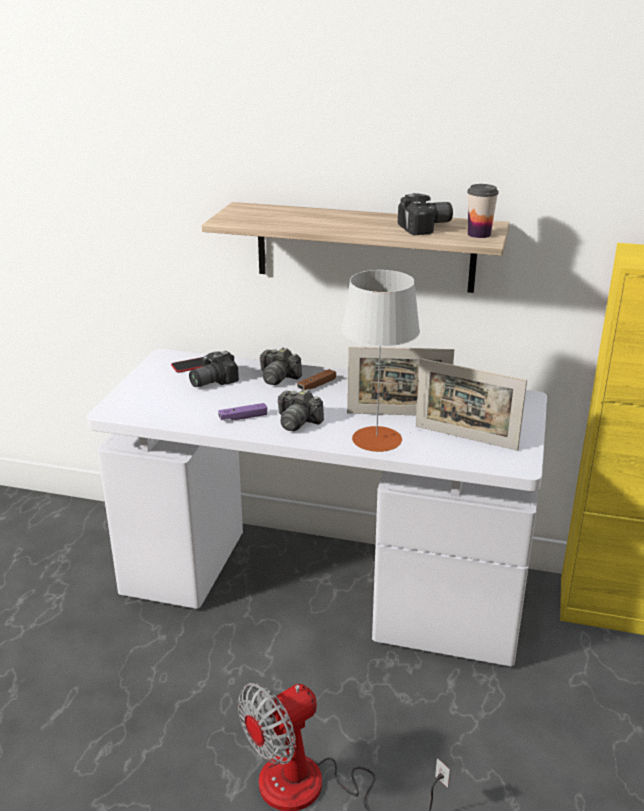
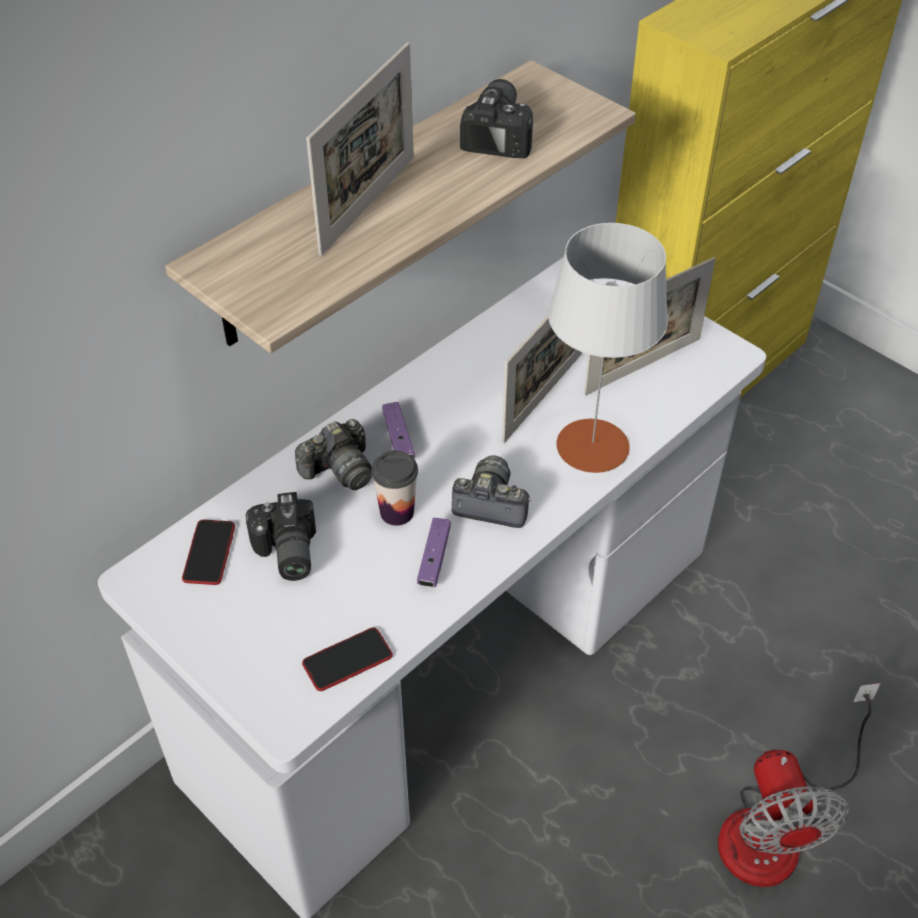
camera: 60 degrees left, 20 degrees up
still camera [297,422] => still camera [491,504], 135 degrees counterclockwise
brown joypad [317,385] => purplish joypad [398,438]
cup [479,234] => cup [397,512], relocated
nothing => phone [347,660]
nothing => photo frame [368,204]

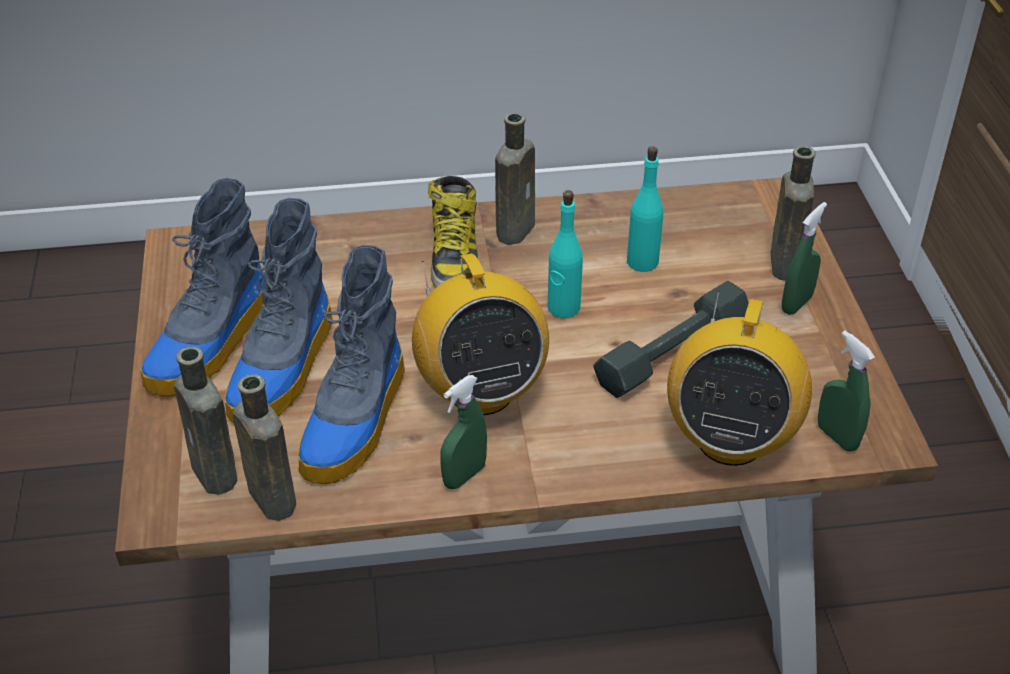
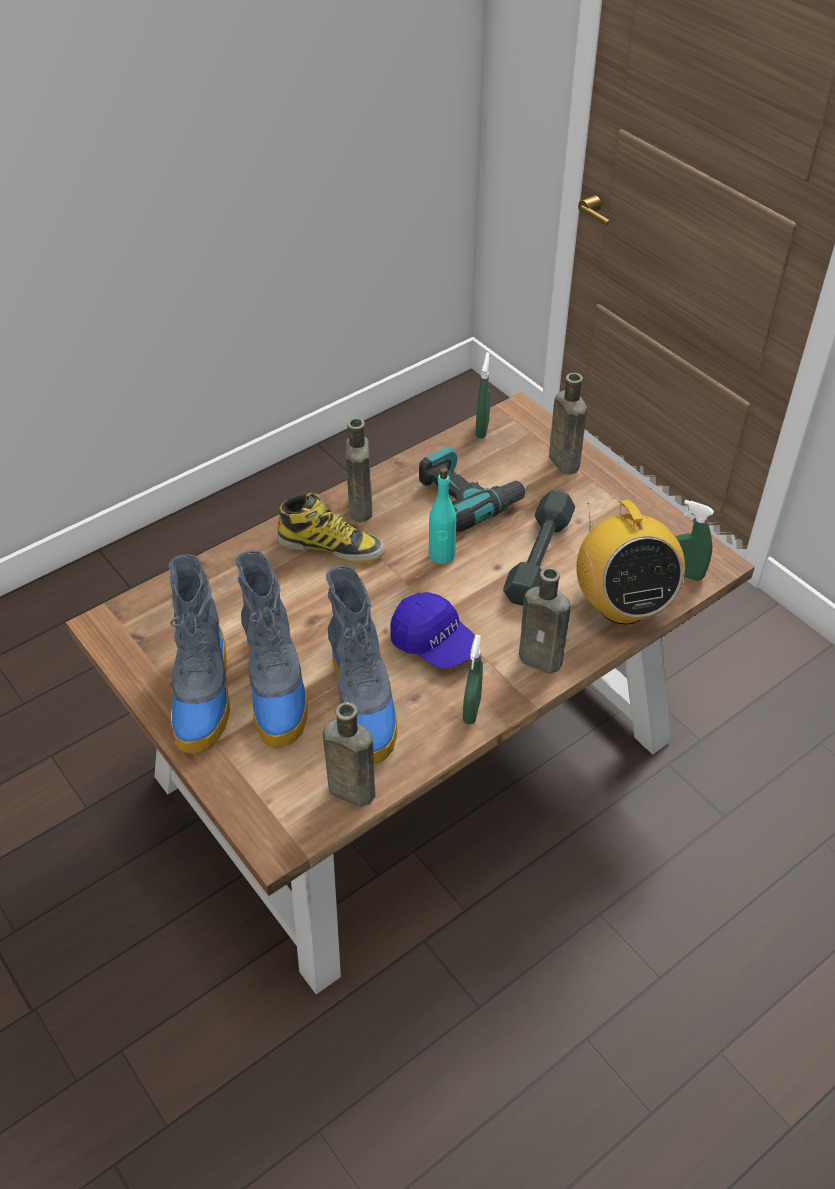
camera: 30 degrees left, 5 degrees up
brown beverage bottle [216,476] => brown beverage bottle [543,660], relocated
radio [480,392] => bluish peaked cap [434,643]
high-top boot [454,255] => high-top boot [331,546], 45 degrees counterclockwise
turquoise-coloured beverage bottle [642,261] => power drill [469,497]
green-coloured sprayer [796,303] => green-coloured sprayer [482,429], relocated

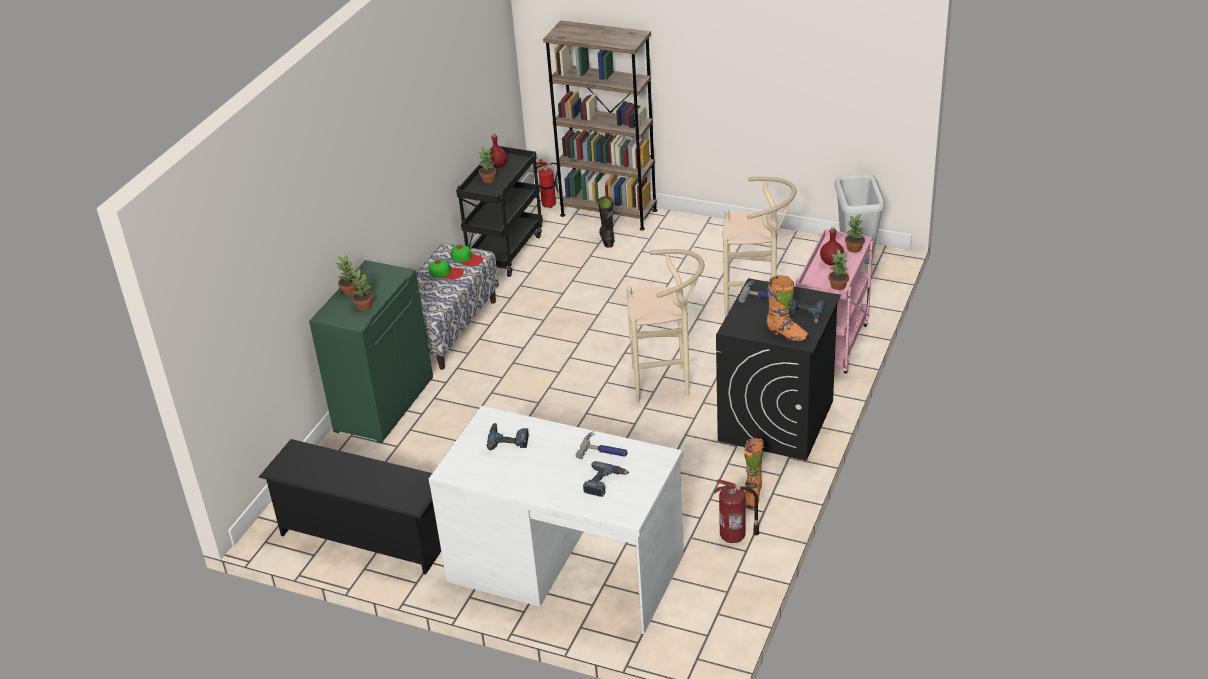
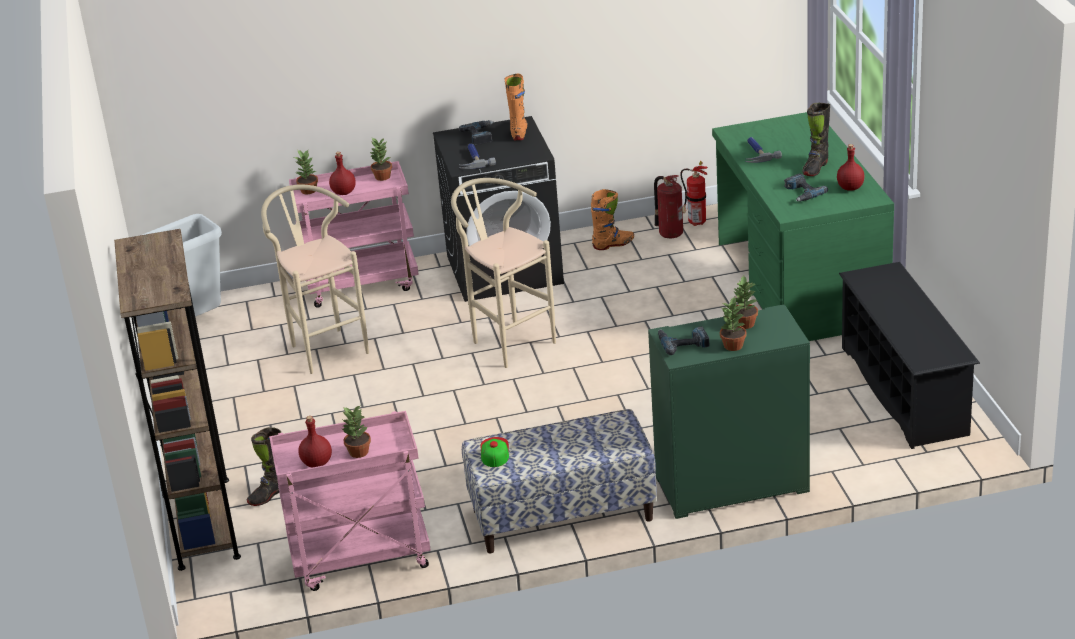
camera: 125 degrees left, 5 degrees down
peaked cap [446,272] => nothing
white-coloured desk [565,567] => green-coloured desk [799,284]
black wheeled cart [505,251] => pinkish wheeled cart [360,560]
fire-fighting cylinder [550,205] => fire-fighting cylinder [695,222], relocated
power drill [604,482] => power drill [682,343], relocated
nothing => black high-top boot [815,168]
nothing => reddish beverage bottle [849,187]

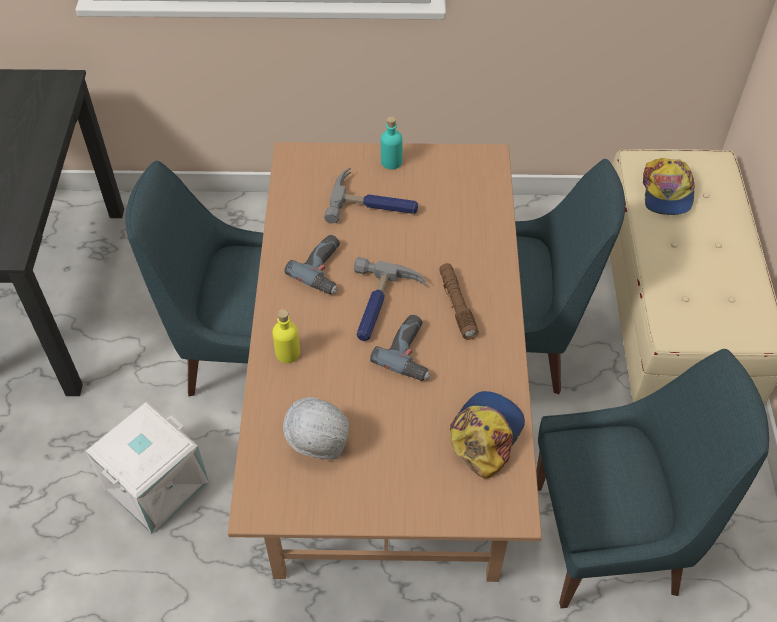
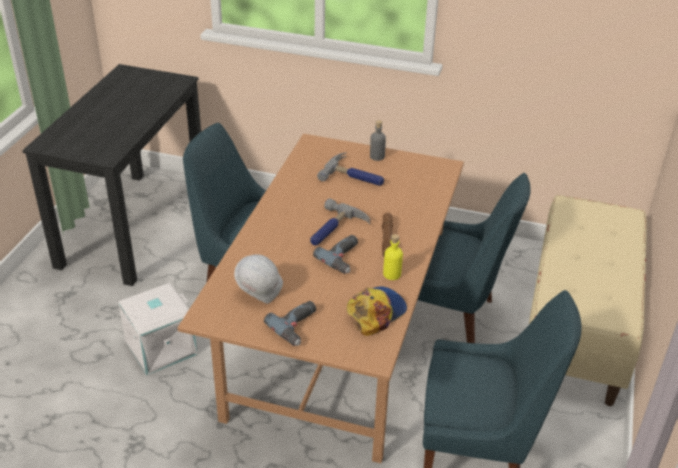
camera: 15 degrees right, 15 degrees down
yellow-coloured beverage bottle [288,353] => yellow-coloured beverage bottle [392,274], relocated
power drill [325,269] => power drill [298,327], relocated
turquoise-coloured beverage bottle [391,162] => gray beverage bottle [377,156]
peaked cap [666,192] => nothing

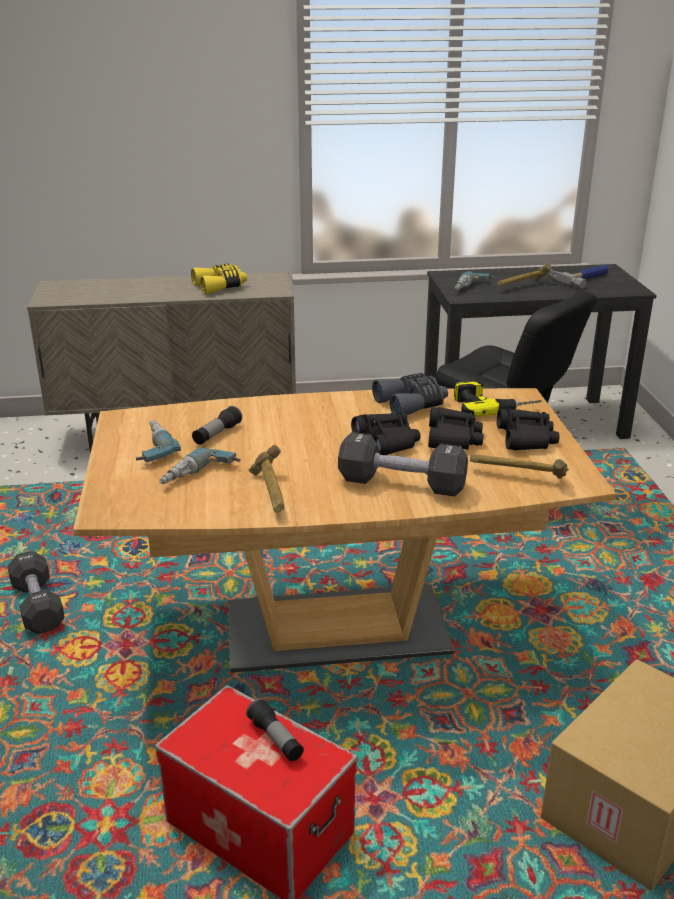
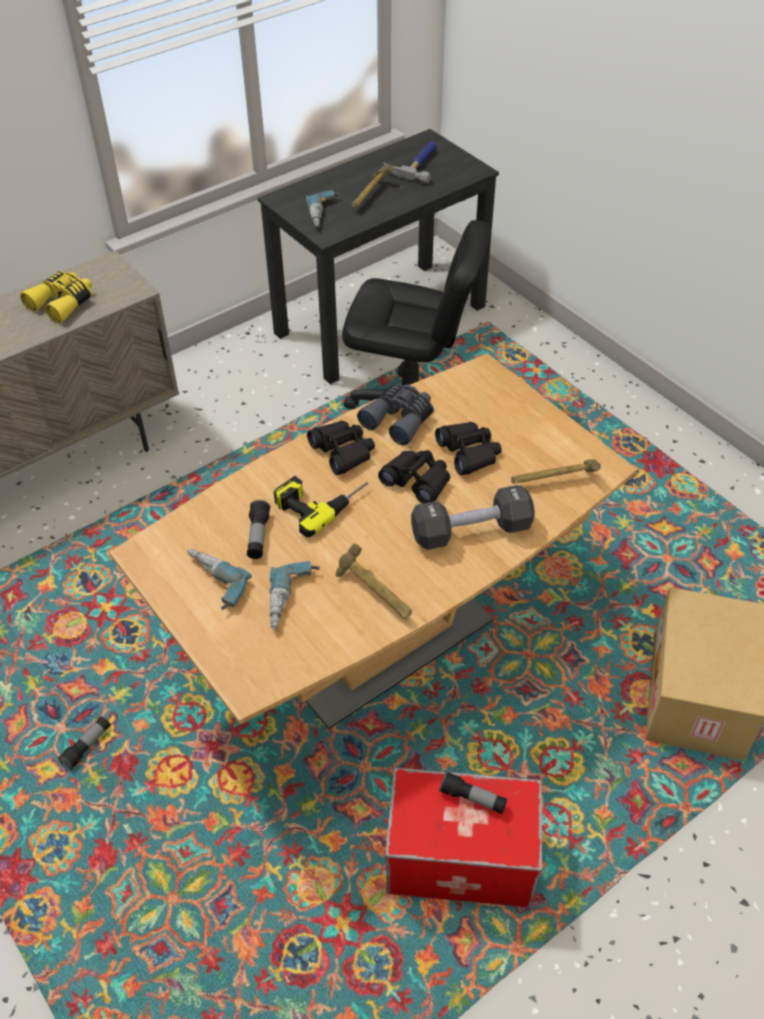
camera: 30 degrees left, 20 degrees up
black dumbbell [38,606] => flashlight [87,746]
power drill [493,404] => power drill [320,500], relocated
black pair of binoculars [526,438] => black pair of binoculars [343,452], relocated

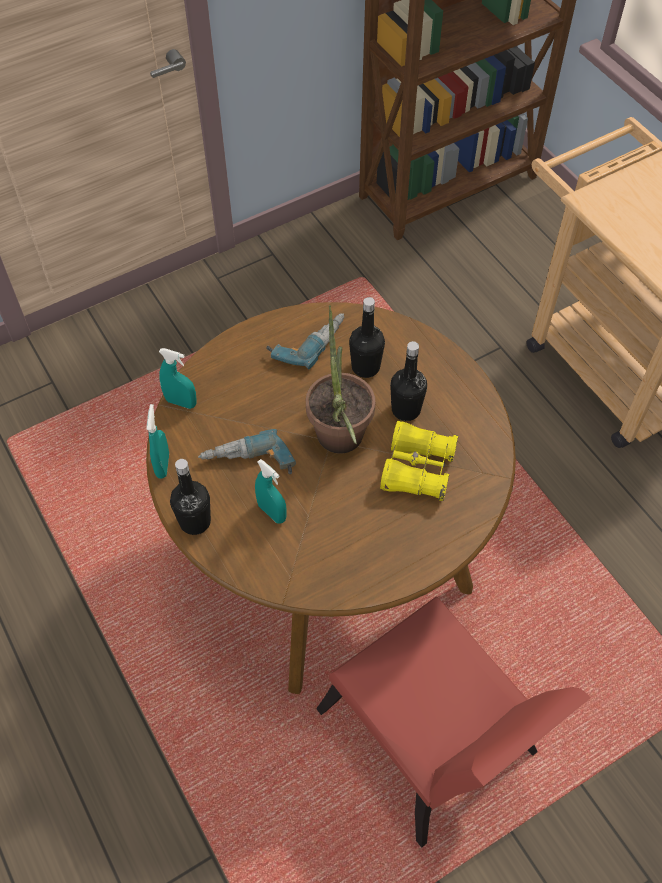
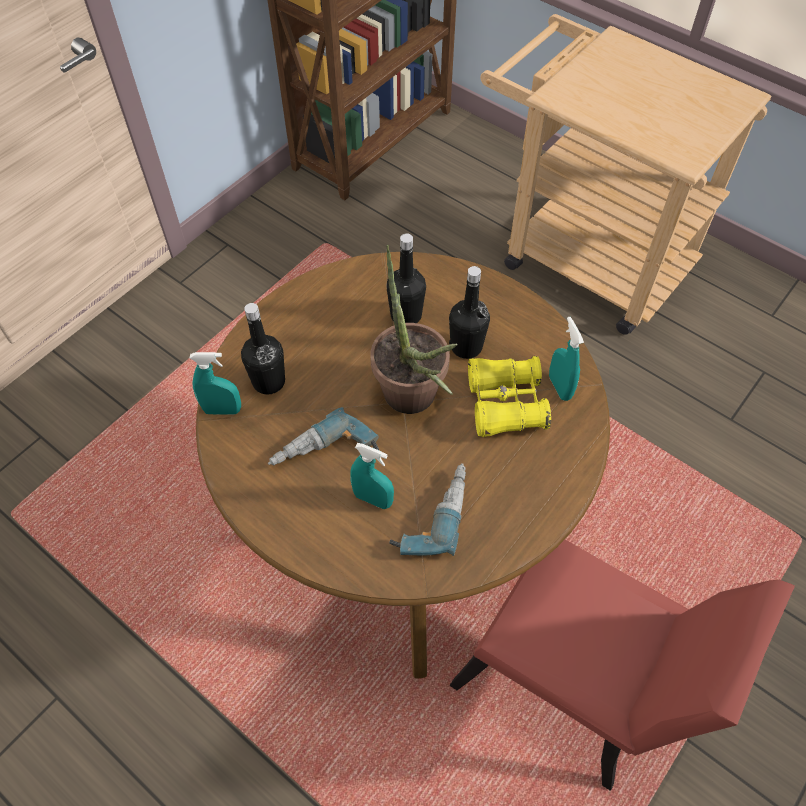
camera: 20 degrees left, 0 degrees up
turquoise-coloured sprayer [162,465] => turquoise-coloured sprayer [559,387], relocated
black beverage bottle [195,521] => black beverage bottle [269,381], relocated
power drill [307,341] => power drill [431,513], relocated

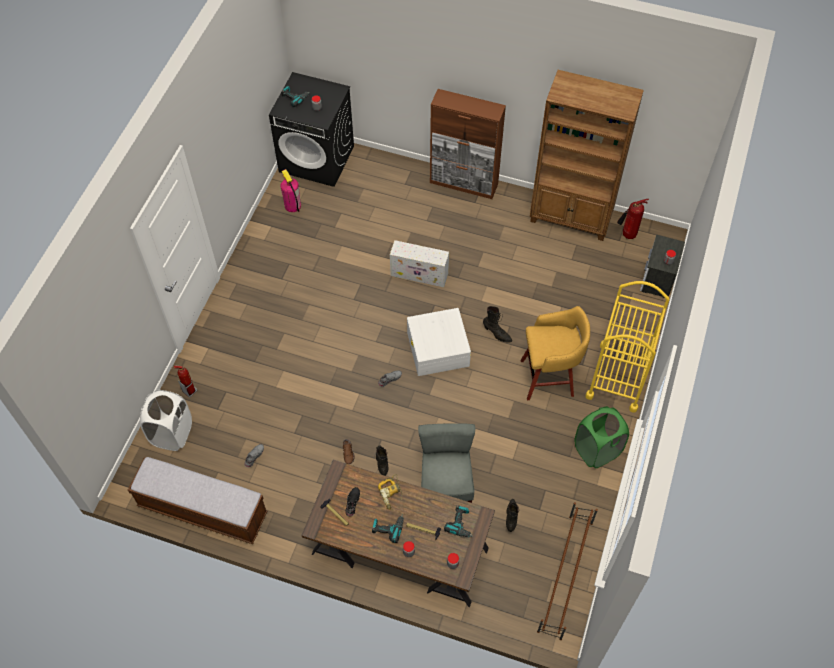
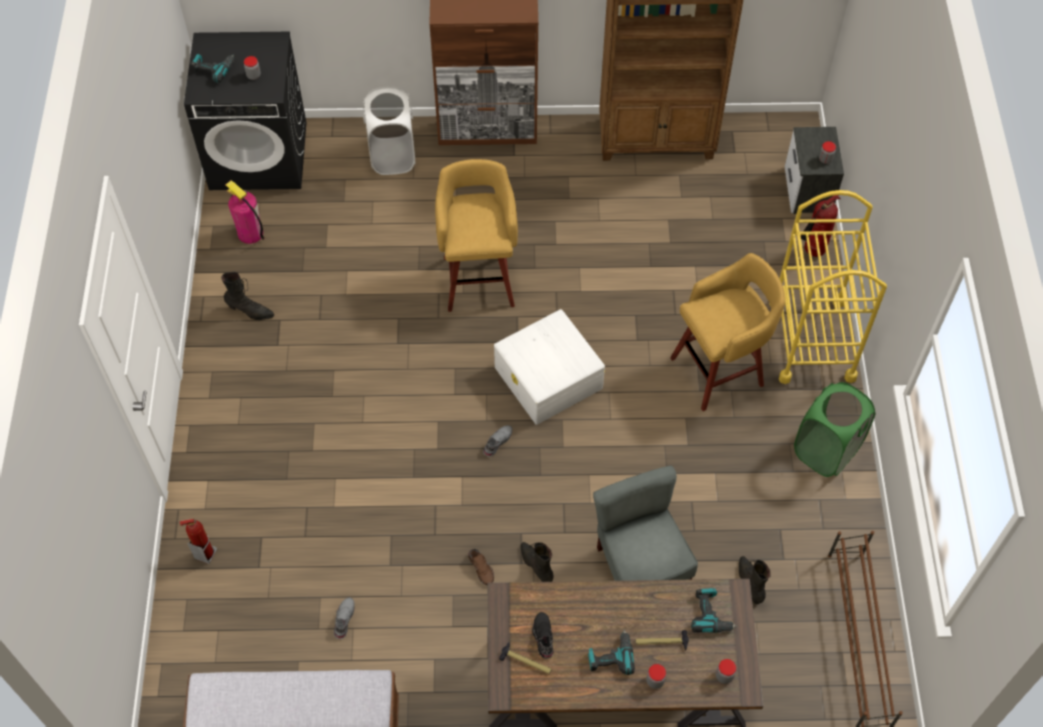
camera: 20 degrees left, 0 degrees up
white-coloured laundry basket [172,433] => white-coloured laundry basket [392,156], relocated
power drill [391,493] => nothing
white-coloured storage container [420,274] => yellow-coloured sitting stool [479,279]
black high-top boot [497,334] => black high-top boot [250,312], relocated
fire-fighting cylinder [627,235] => fire-fighting cylinder [812,252], relocated

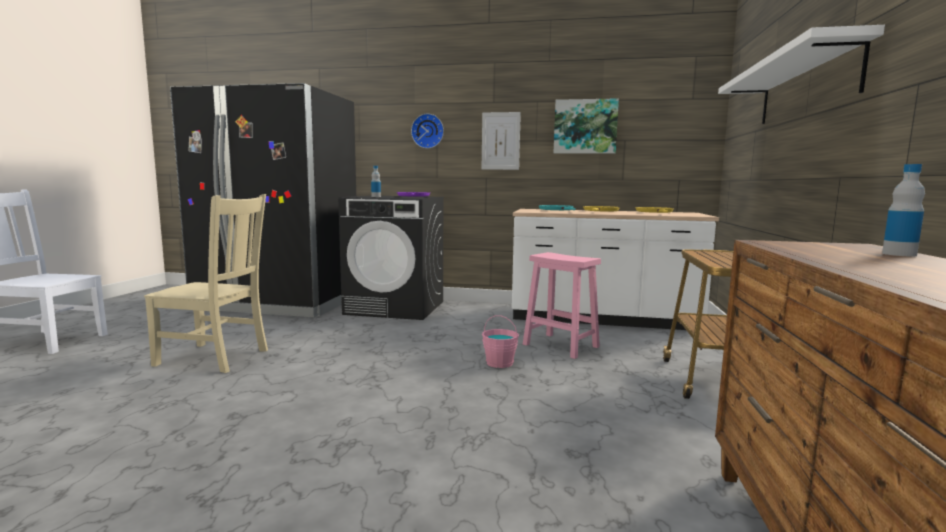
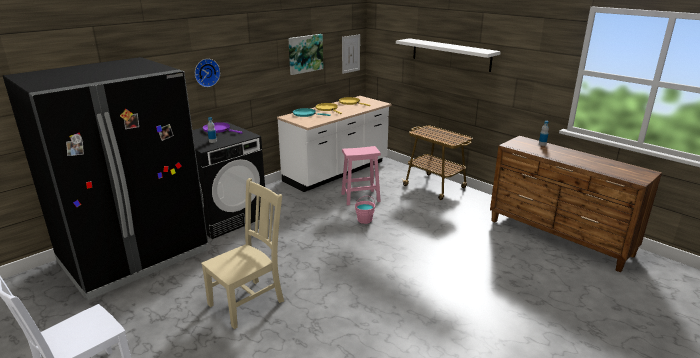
camera: 55 degrees left, 15 degrees up
wall picture [500,141] => wall picture [350,53], relocated

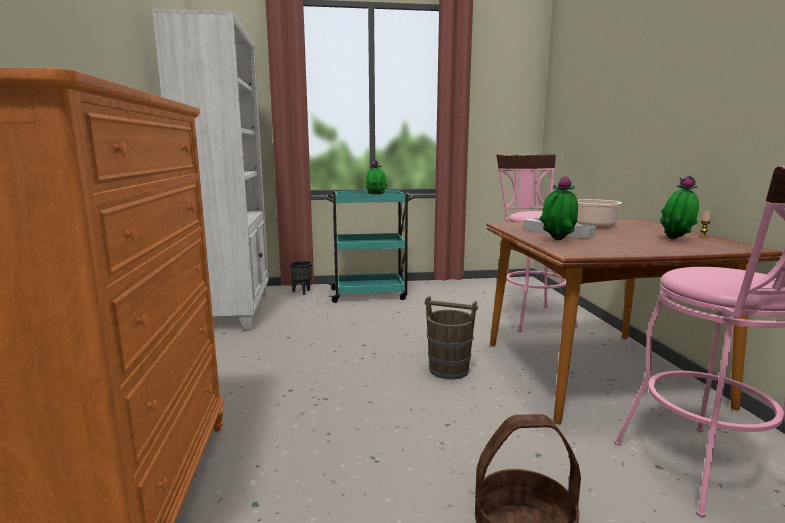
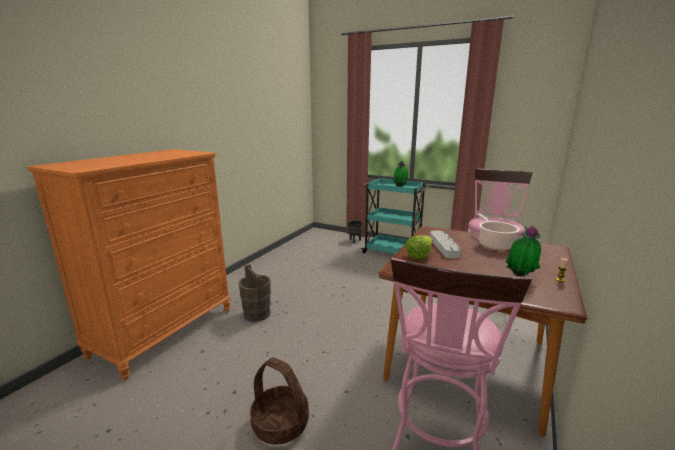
camera: 35 degrees right, 5 degrees up
white-coloured bookcase [233,310] => nothing
brown water bucket [449,370] => brown water bucket [257,314], relocated
plant in a pot [557,240] => lettuce [419,255]

